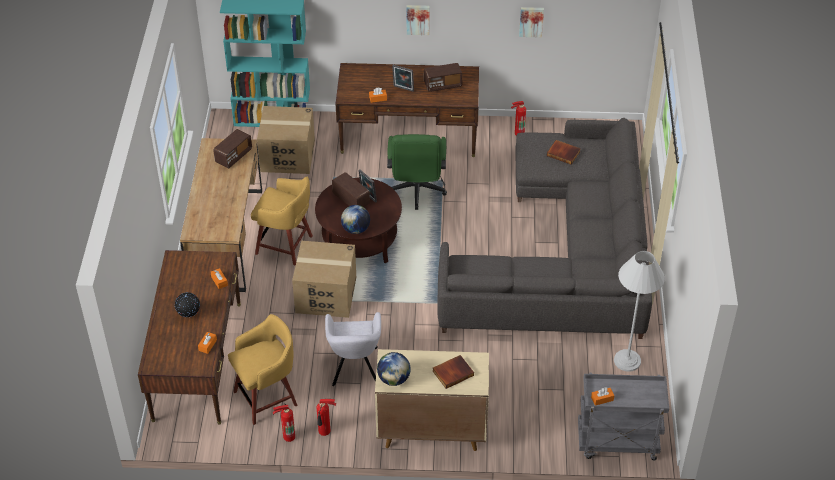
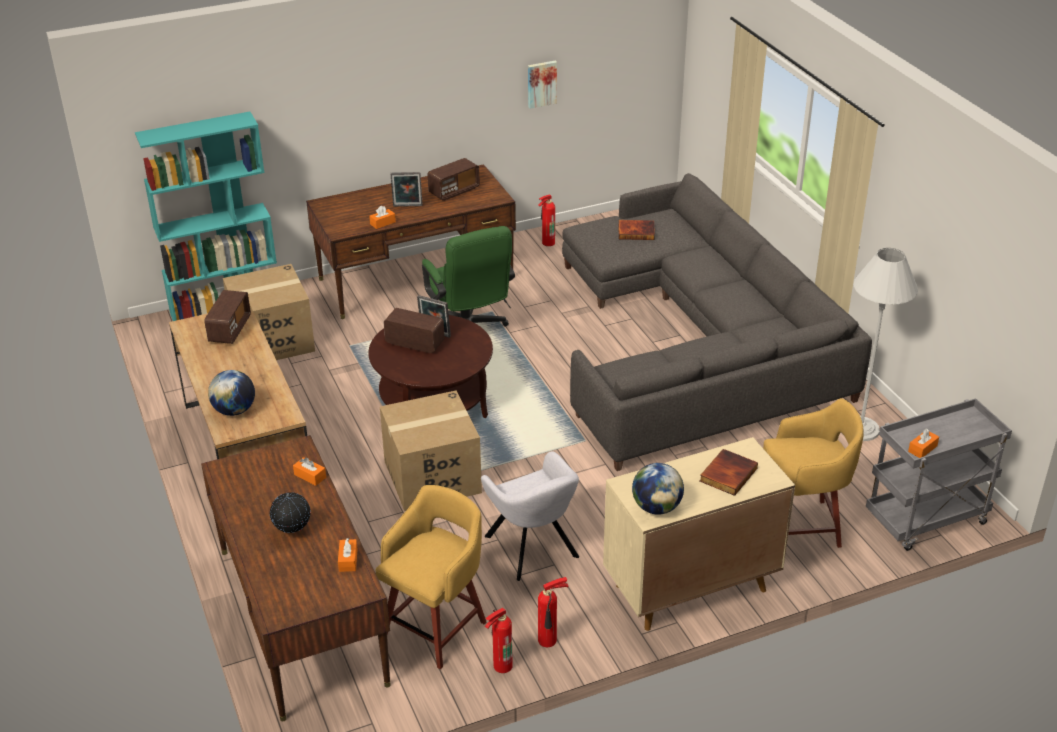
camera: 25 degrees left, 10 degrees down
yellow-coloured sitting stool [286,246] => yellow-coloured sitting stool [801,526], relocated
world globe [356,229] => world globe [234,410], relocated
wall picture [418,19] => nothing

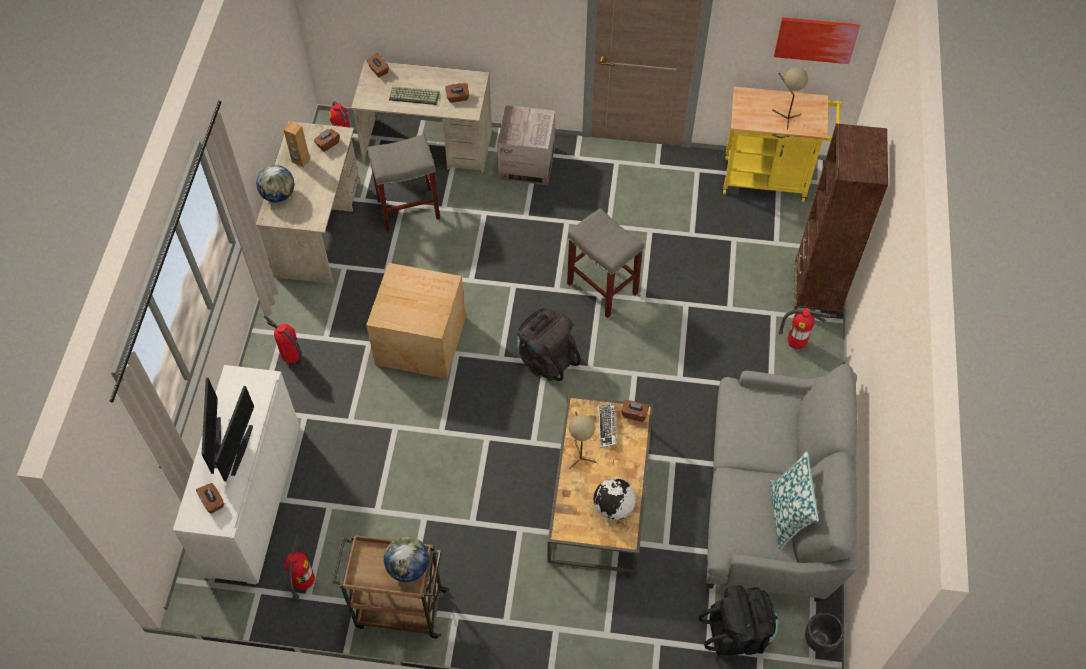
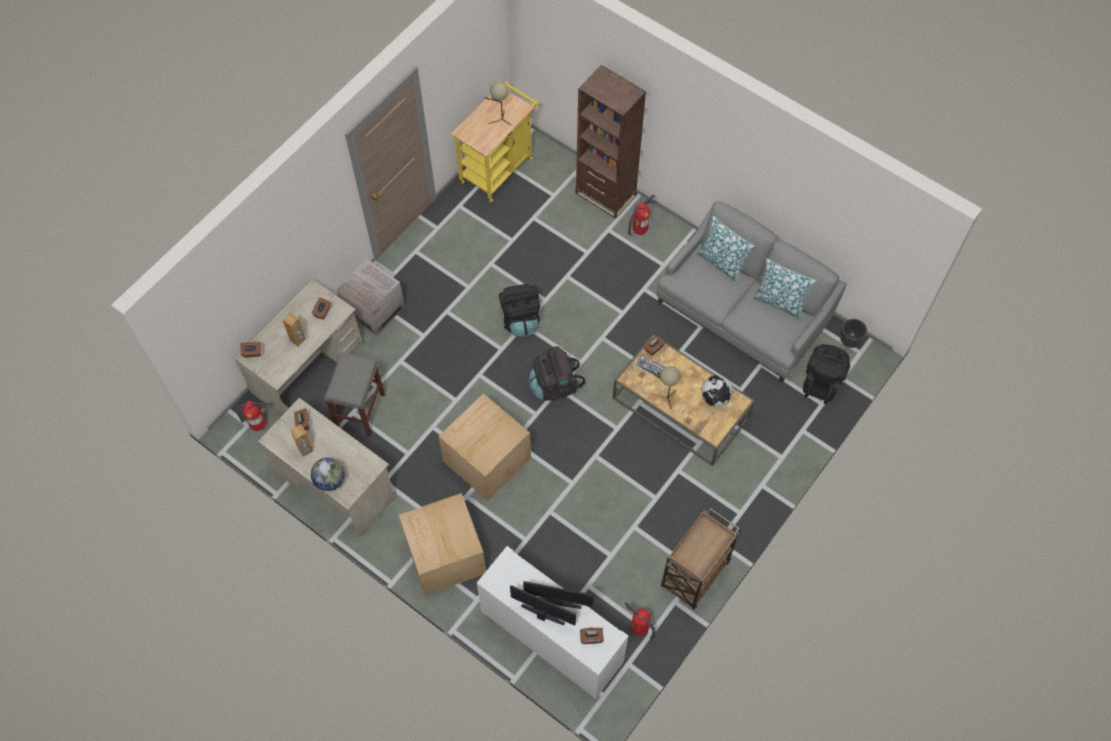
camera: 60 degrees left, 5 degrees up
computer display [240,450] => computer display [558,601], 150 degrees clockwise
fire-fighting cylinder [292,358] => carton [444,556]
world globe [408,567] => nothing
computer keyboard [415,95] => brown loudspeaker [298,339]
gray sitting stool [603,288] => black rucksack [520,319]
wall picture [816,39] => nothing
nothing => pillow [722,262]

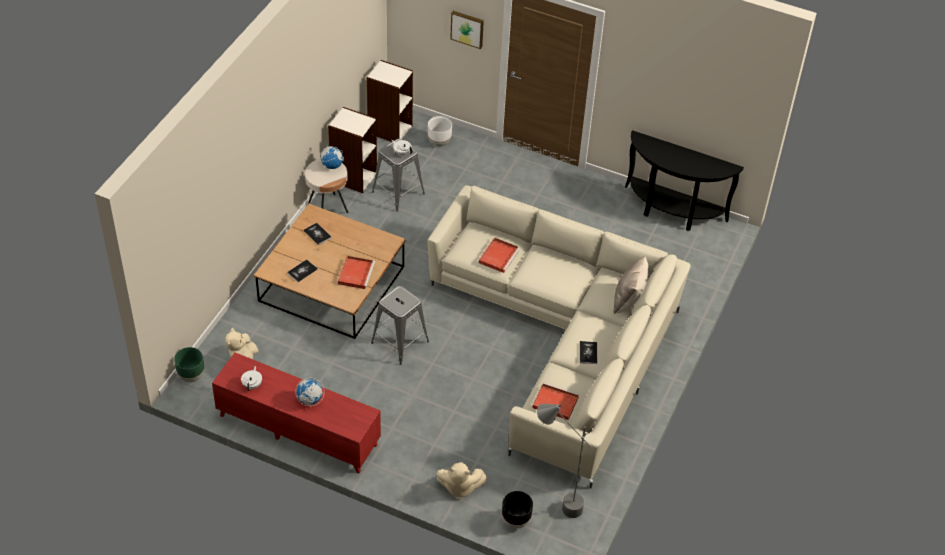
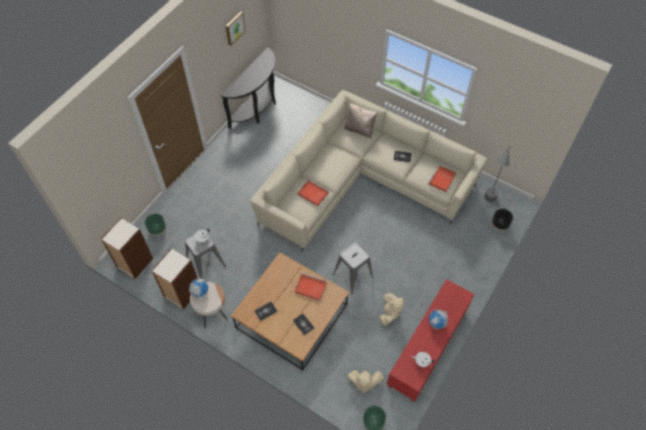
camera: 80 degrees left, 10 degrees up
white-coloured planter [439,142] => green-coloured planter [158,231]
sand-coloured soft toy [459,487] => sand-coloured soft toy [390,313], relocated
wall picture [467,28] => wall picture [234,28], relocated

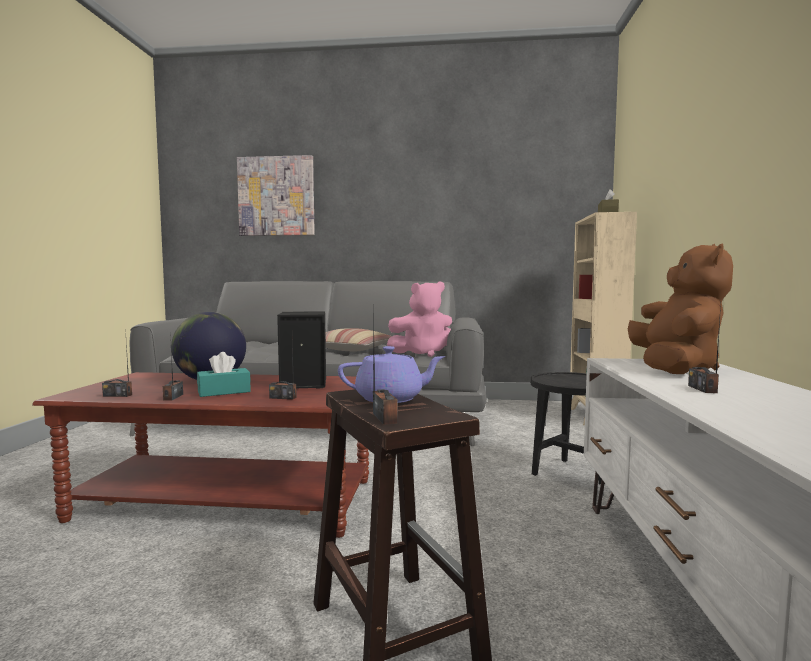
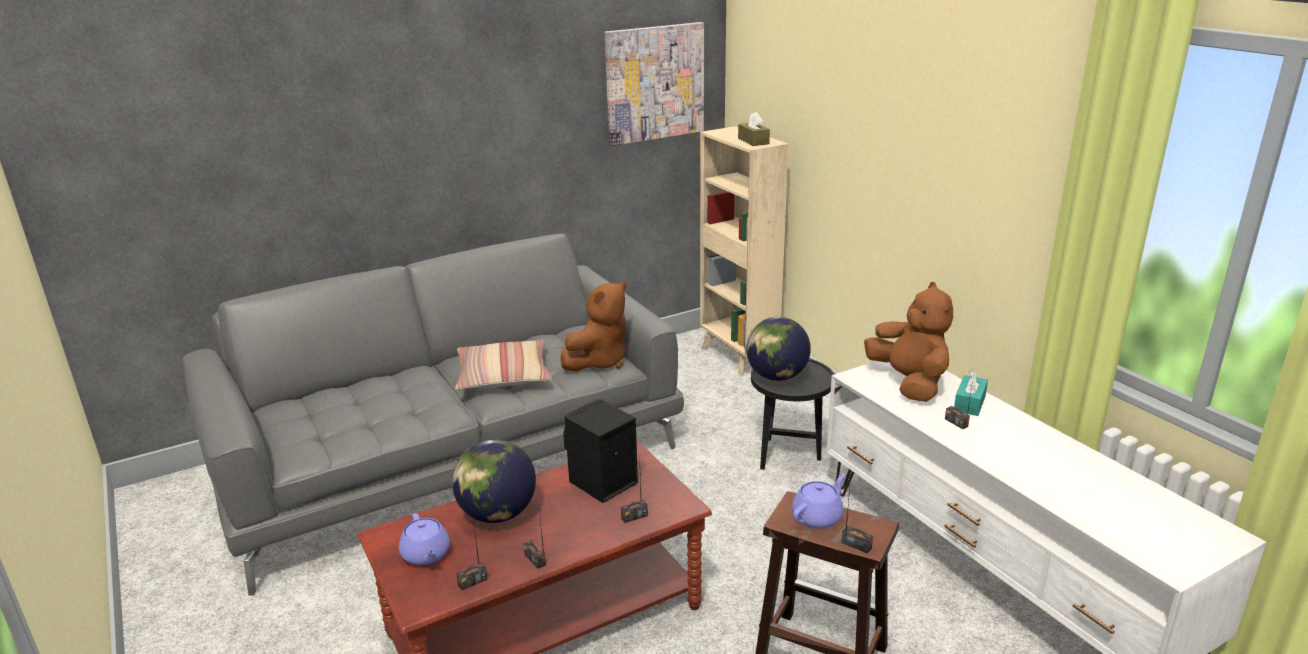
camera: 35 degrees left, 20 degrees up
turquoise-coloured tissue box [224,392] => turquoise-coloured tissue box [969,403], relocated
wall picture [276,196] => wall picture [654,83], relocated
pinkish soft toy [423,353] => brown soft toy [599,361]
nothing => purplish tea pot [426,555]
nothing => world globe [776,376]

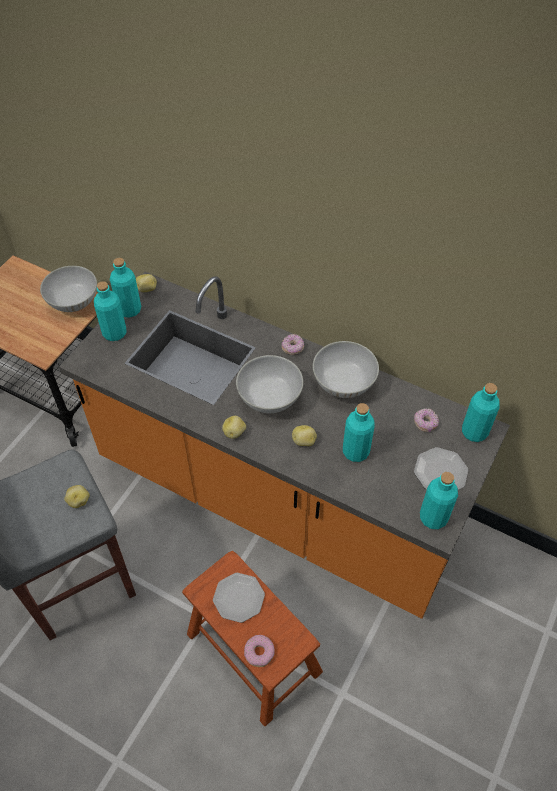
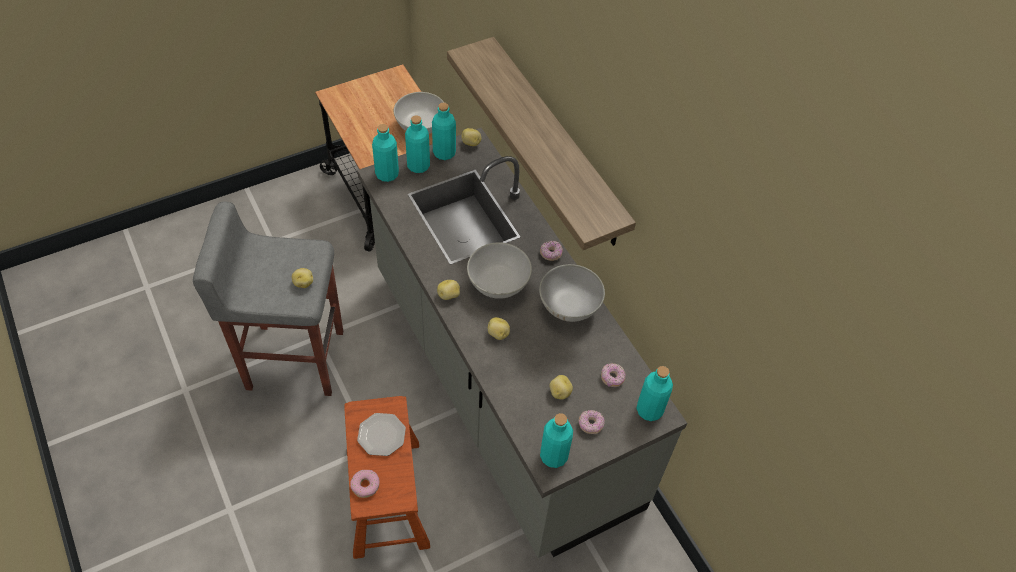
camera: 30 degrees right, 0 degrees up
orange kitchen base unit [278,496] => gray kitchen base unit [500,387]
turquoise-coloured beverage bottle [355,451] => turquoise-coloured beverage bottle [387,174], relocated
dinner plate [440,472] => doughnut [590,424]
nothing => shelf [557,143]
nothing => potato [559,392]

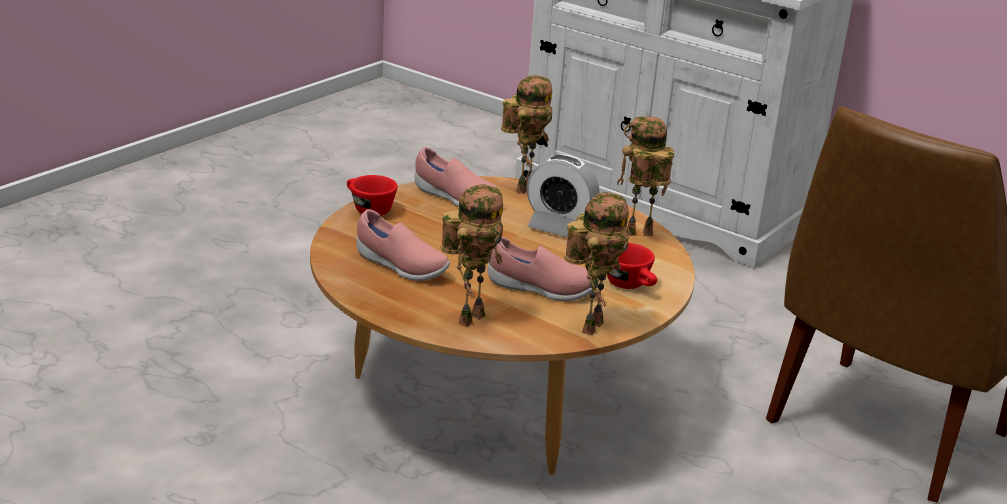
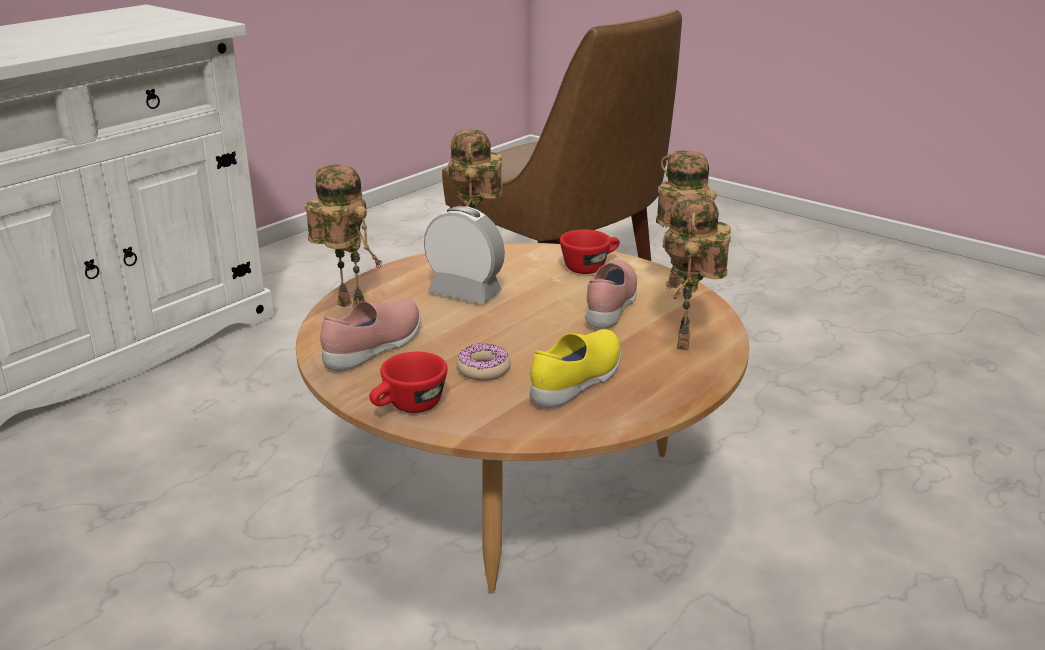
camera: 85 degrees left, 0 degrees up
pinkish low shoe [400,267] => yellow-coloured low shoe [578,383]
toy robot [470,317] => toy robot [687,343], 120 degrees counterclockwise
table clock [559,229] => table clock [465,293], 90 degrees counterclockwise
nothing => doughnut [483,369]

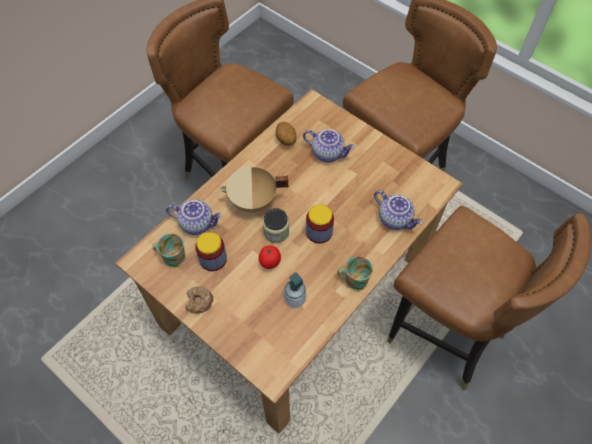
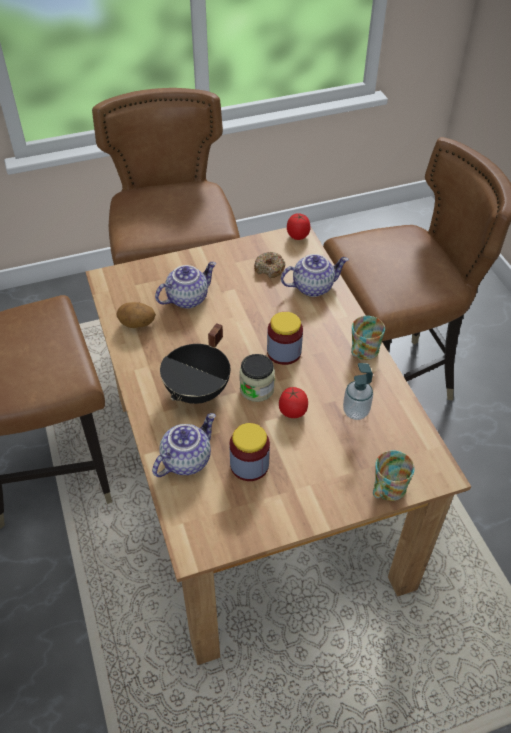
camera: 60 degrees left, 10 degrees down
coffee mug [171,256] => coffee mug [386,490], relocated
doughnut [199,302] => doughnut [269,269], relocated
sand-coloured saucepot [253,202] => black saucepot [198,391]
nothing => whole tomato [298,236]

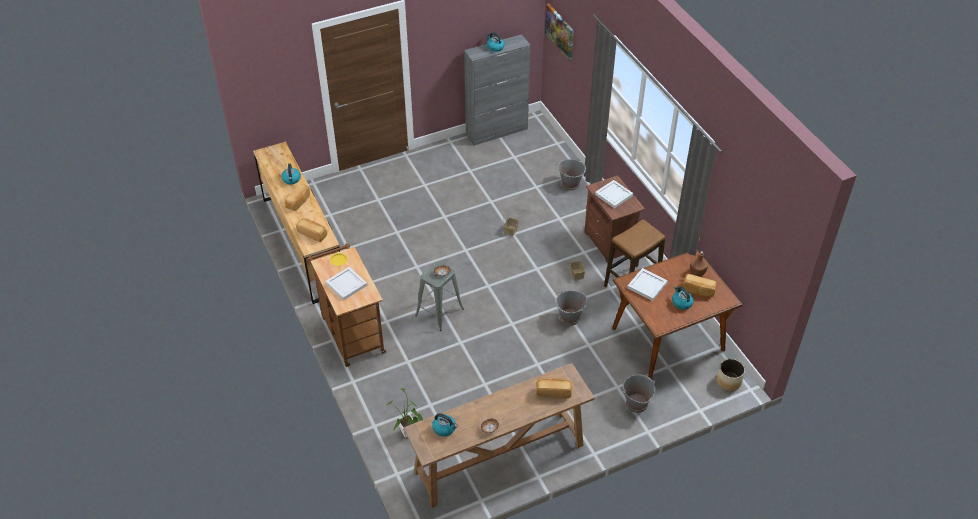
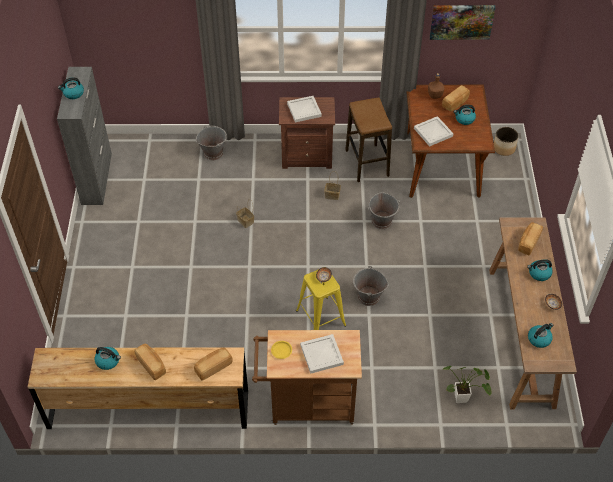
camera: 65 degrees left, 5 degrees up
gray sitting stool [439,312] => yellow-coloured sitting stool [321,318]
wall picture [560,31] => wall picture [461,21], relocated
gray water bucket [636,404] => gray water bucket [368,297], relocated
nothing => water kettle [539,273]

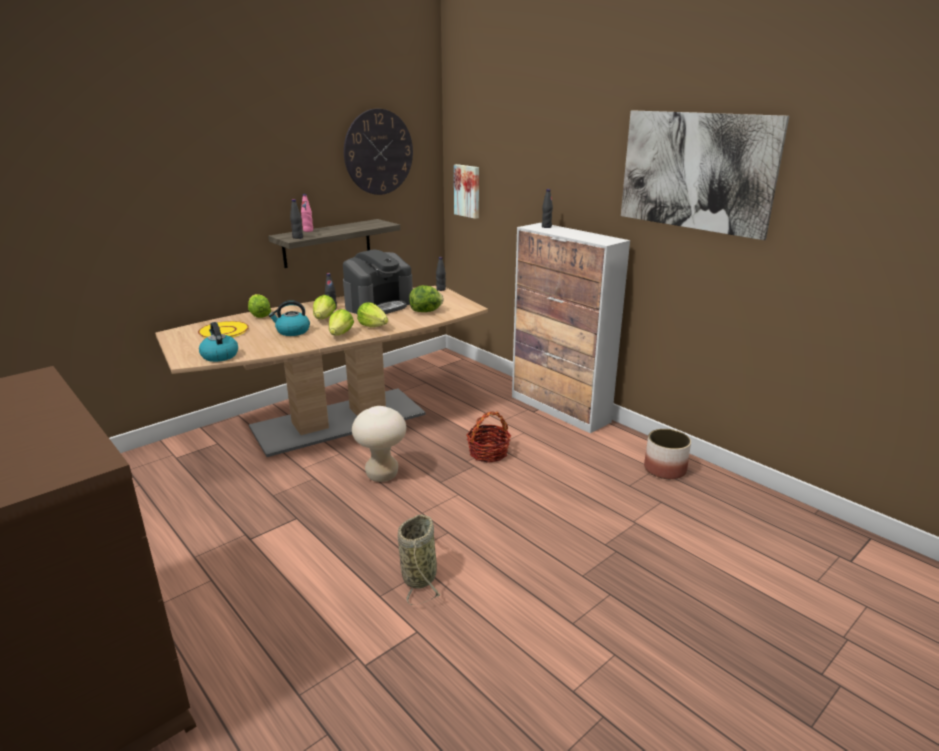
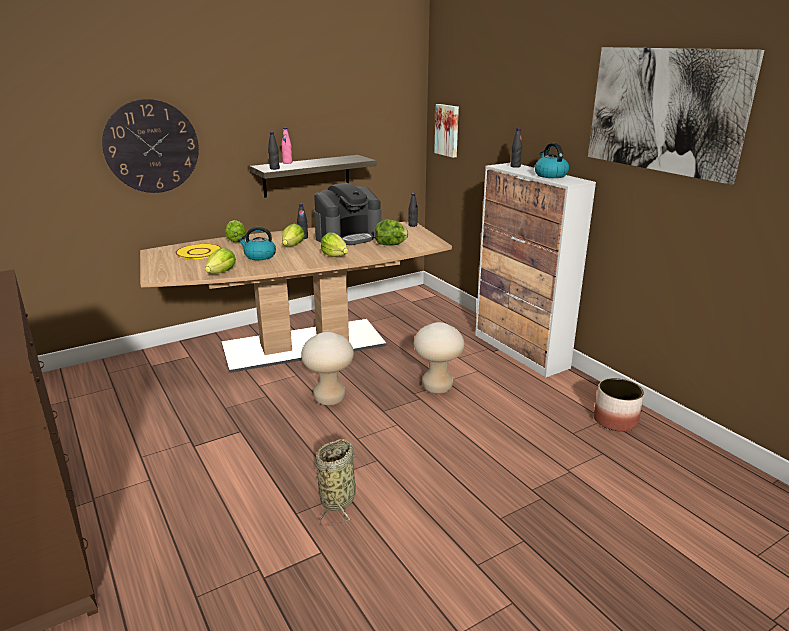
camera: 10 degrees right, 0 degrees up
water kettle [219,356] => water kettle [550,175], relocated
lettuce [341,334] => lettuce [221,273], relocated
clock on the wall [378,152] => clock on the wall [151,146], relocated
household basket [488,453] => sand-coloured sitting stool [437,387]

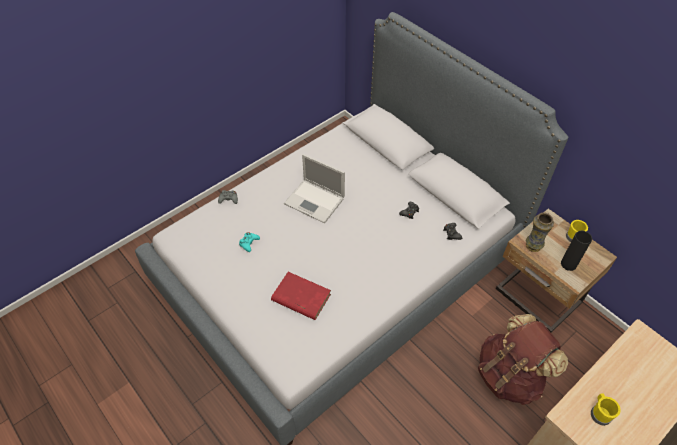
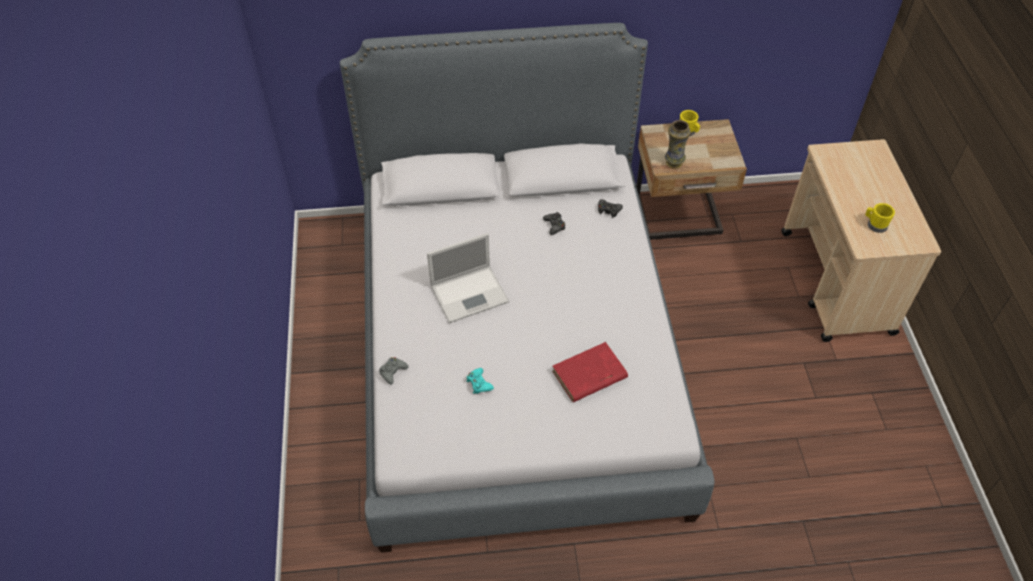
camera: 55 degrees left, 0 degrees up
brown rucksack [510,375] => nothing
black flower vase [568,264] => nothing

